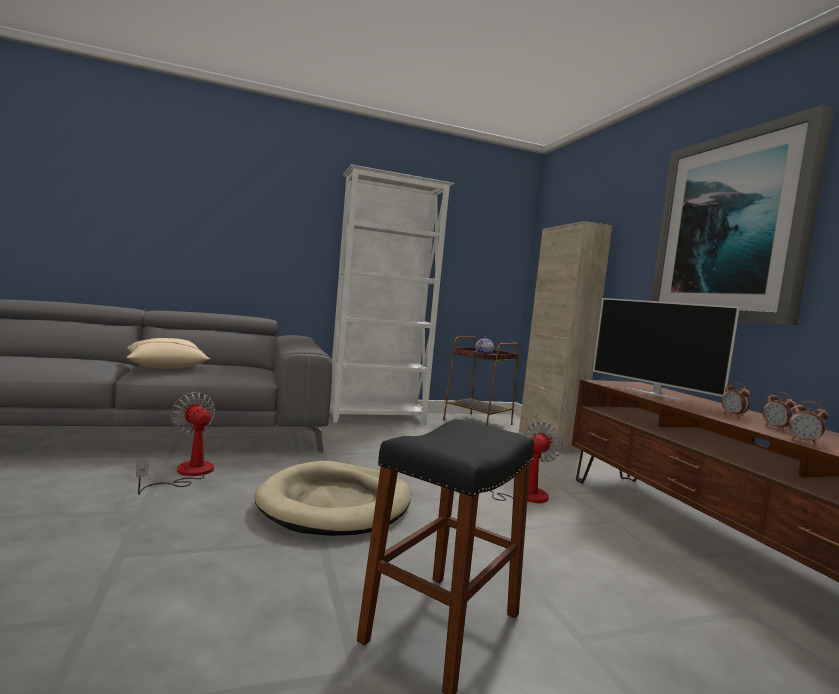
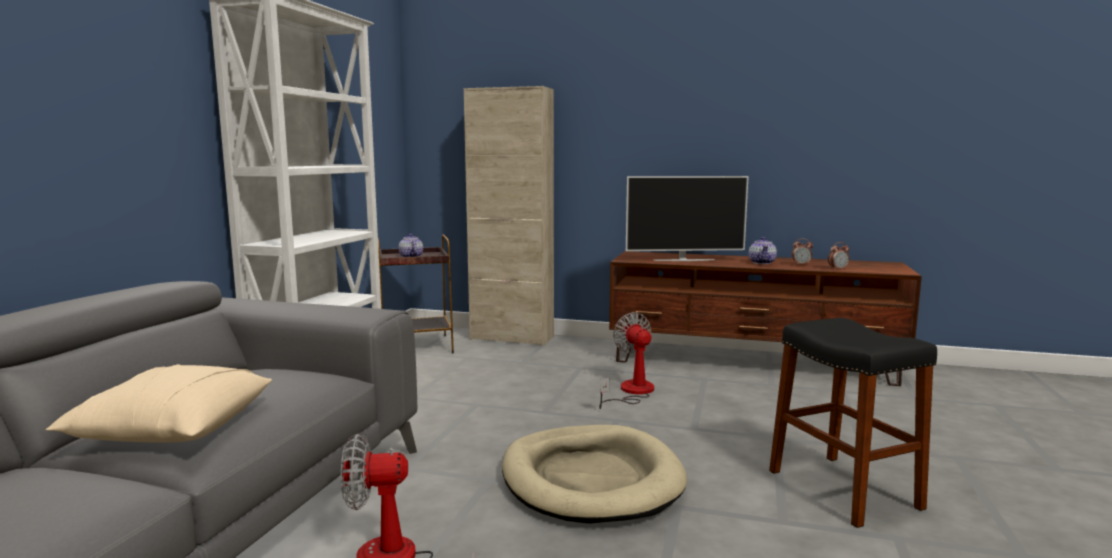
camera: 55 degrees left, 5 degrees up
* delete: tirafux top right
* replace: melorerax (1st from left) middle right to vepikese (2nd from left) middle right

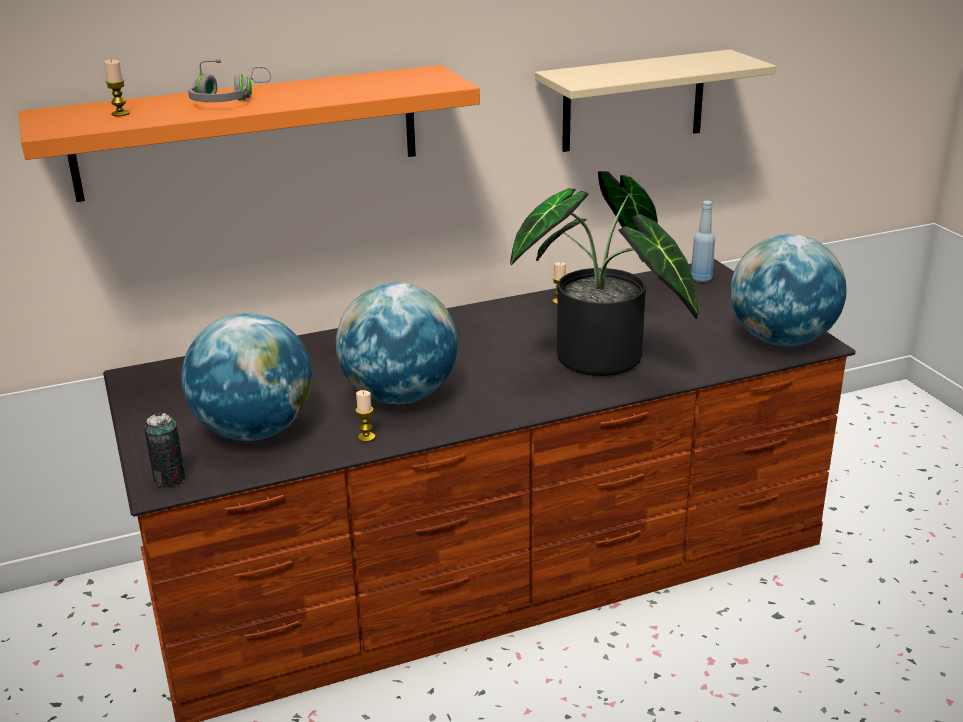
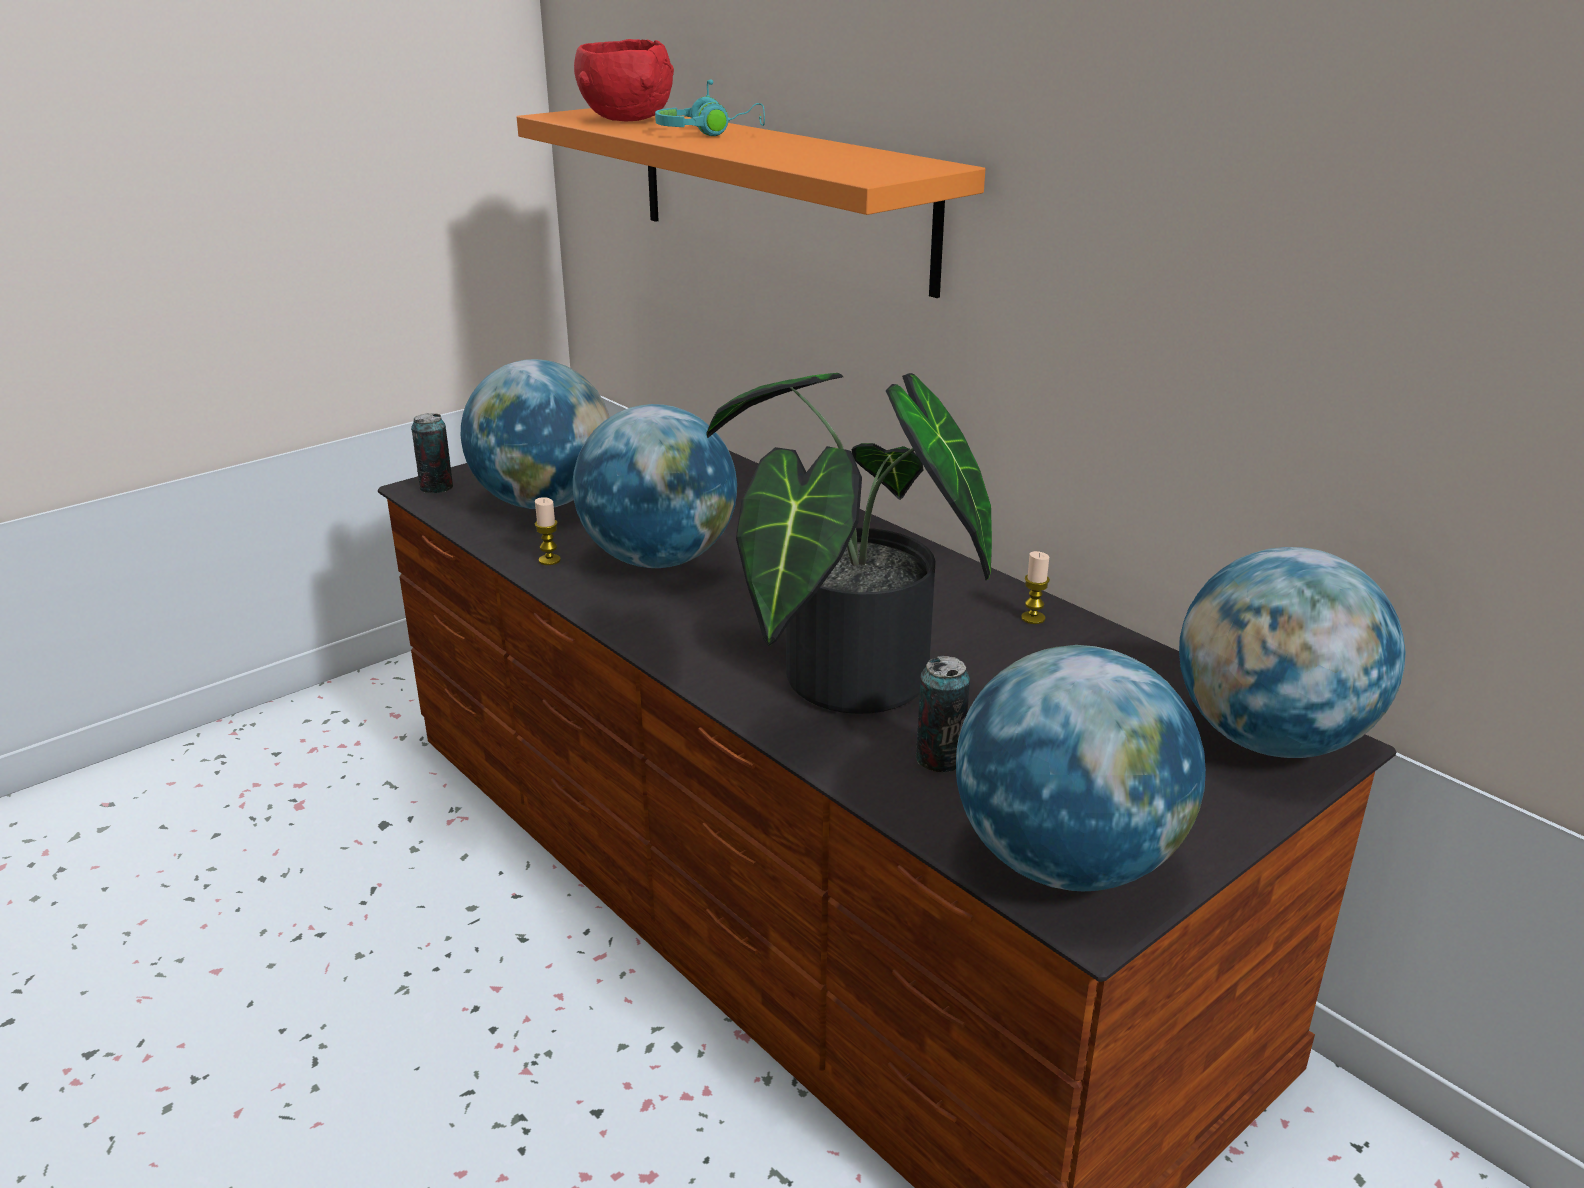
camera: 70 degrees right, 0 degrees up
* delete: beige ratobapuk top right
* recolor: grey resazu top left to turquoise resazu top centre
* replace: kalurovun (1st from left) top left to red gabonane top centre
* replace: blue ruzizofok middle right to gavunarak (4th from left) middle right
* insert: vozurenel (2nd from left) centre

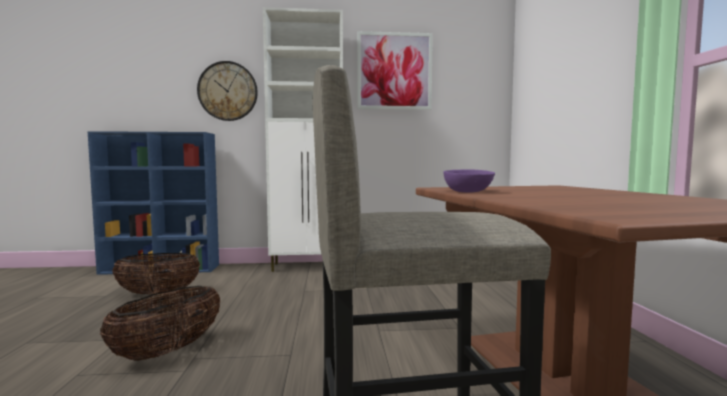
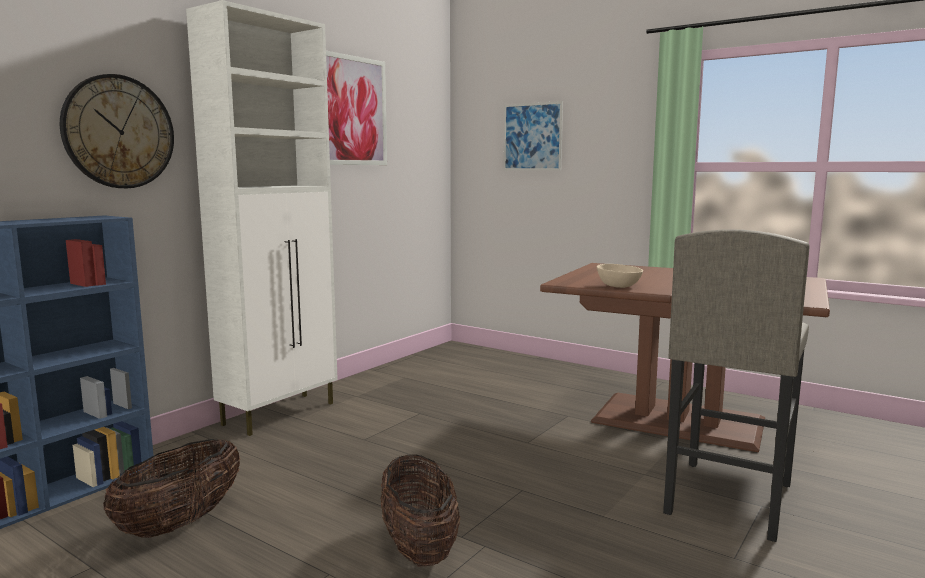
camera: 50 degrees left, 5 degrees up
* recolor: purple gabonane centre to beige gabonane middle right
* insert: tirafux (2nd from left) top centre

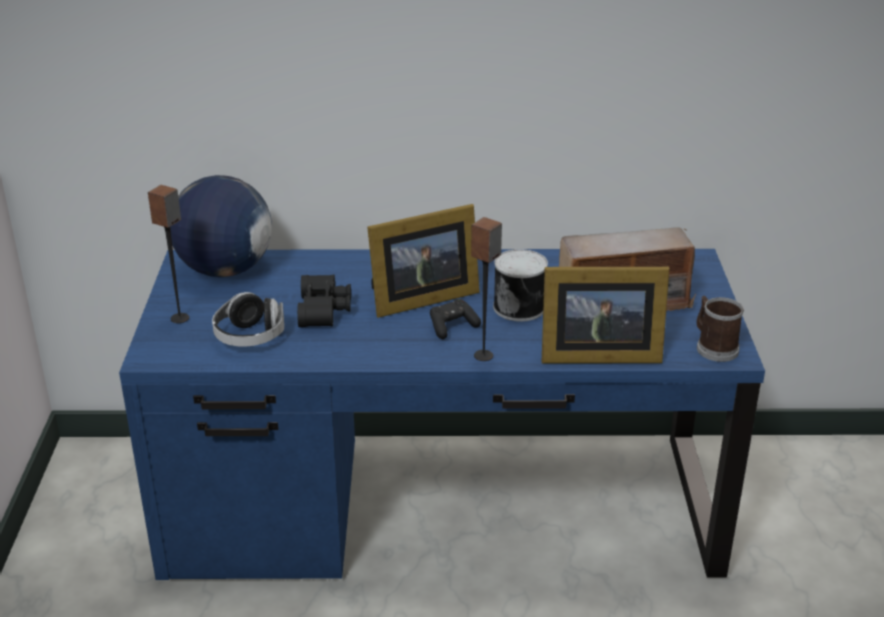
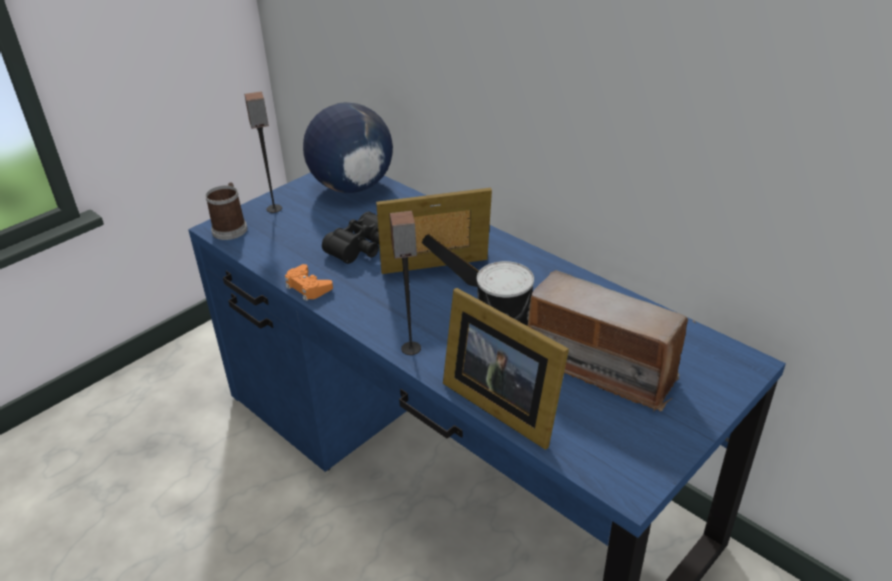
camera: 45 degrees right, 5 degrees up
* rotate: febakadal (1st from left) centre = centre 150 degrees clockwise
* delete: resazu middle left
* move: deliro middle right to middle left
* delete: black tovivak centre
* insert: orange tovivak centre

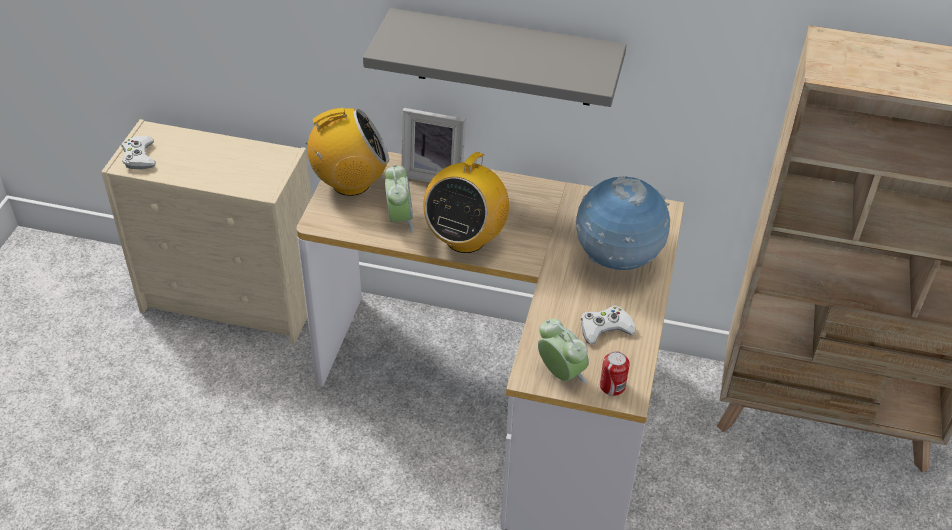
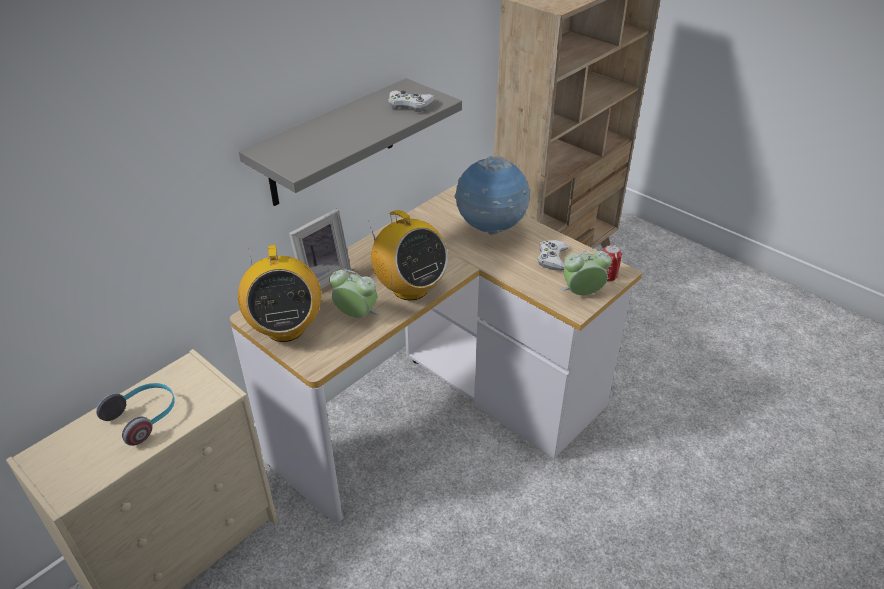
camera: 60 degrees left, 5 degrees down
* rotate: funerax (1st from left) top centre = middle left 150 degrees clockwise
* move: white tovivak (1st from left) top left to top centre
* insert: resazu bottom left

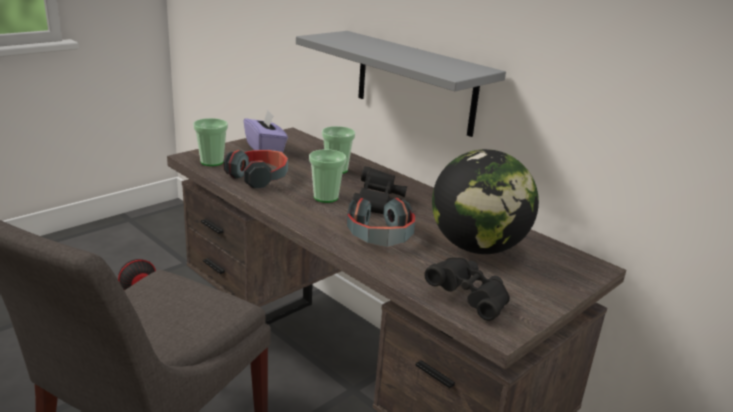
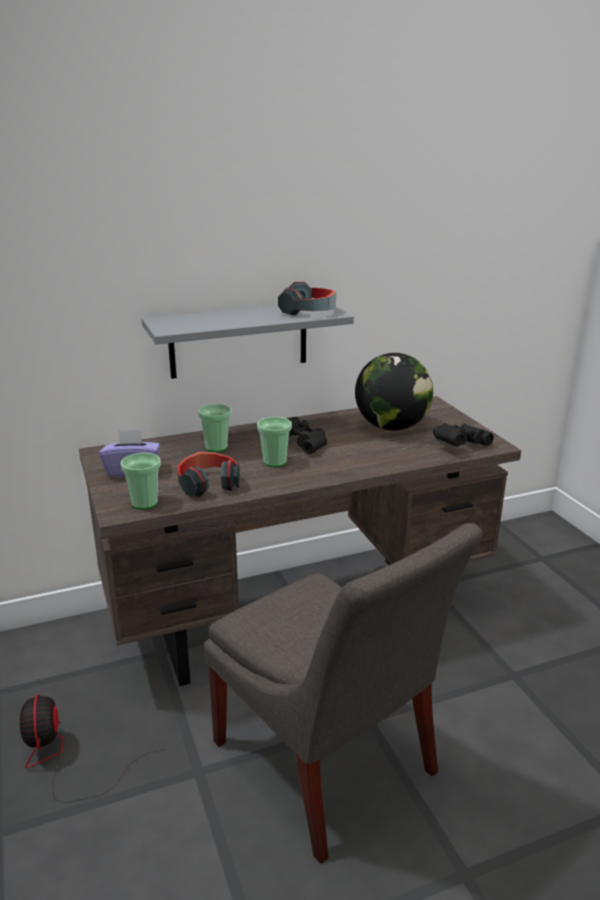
camera: 65 degrees left, 0 degrees up
* move: resazu (2nd from left) centre to top centre

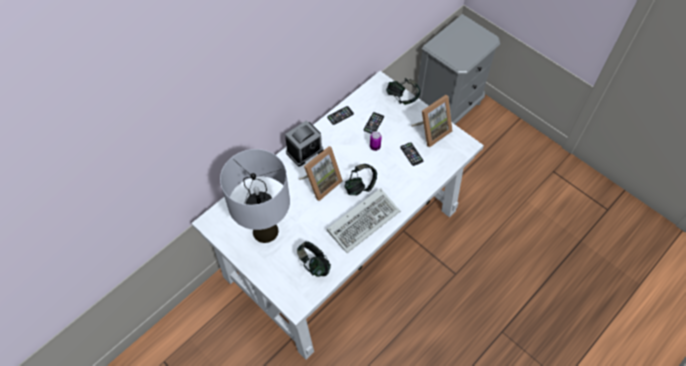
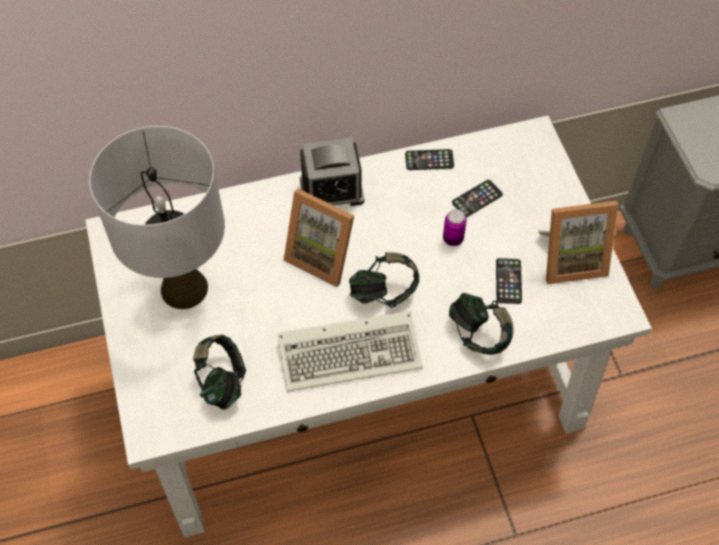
camera: 30 degrees right, 0 degrees up
* move: resazu (3rd from left) top centre to middle right
* rotate: febakadal (1st from left) centre = centre 45 degrees clockwise

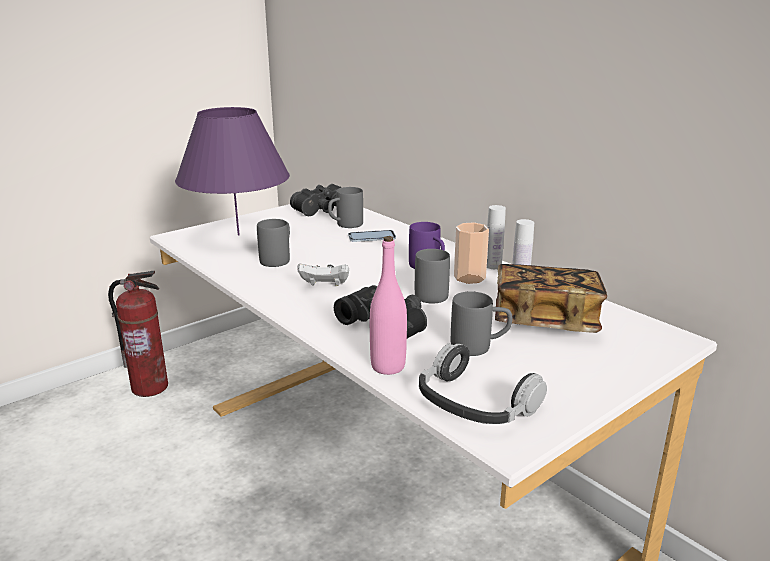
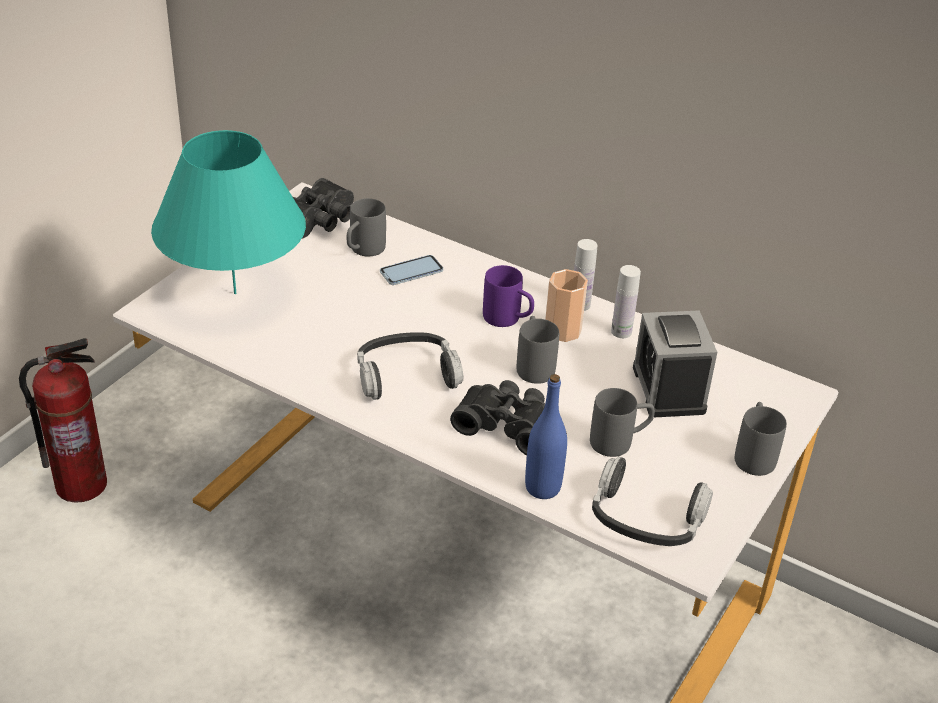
camera: 20 degrees left, 15 degrees up
* recolor: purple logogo top left to turquoise logogo top left
* move: grey deliro (1st from left in the first image) centre to grey deliro (4th from left) middle right
* recolor: pink ruzizofok centre to blue ruzizofok centre
* replace: white tovivak centre to resazu (1st from left) centre
* replace: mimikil middle right to melorerax middle right

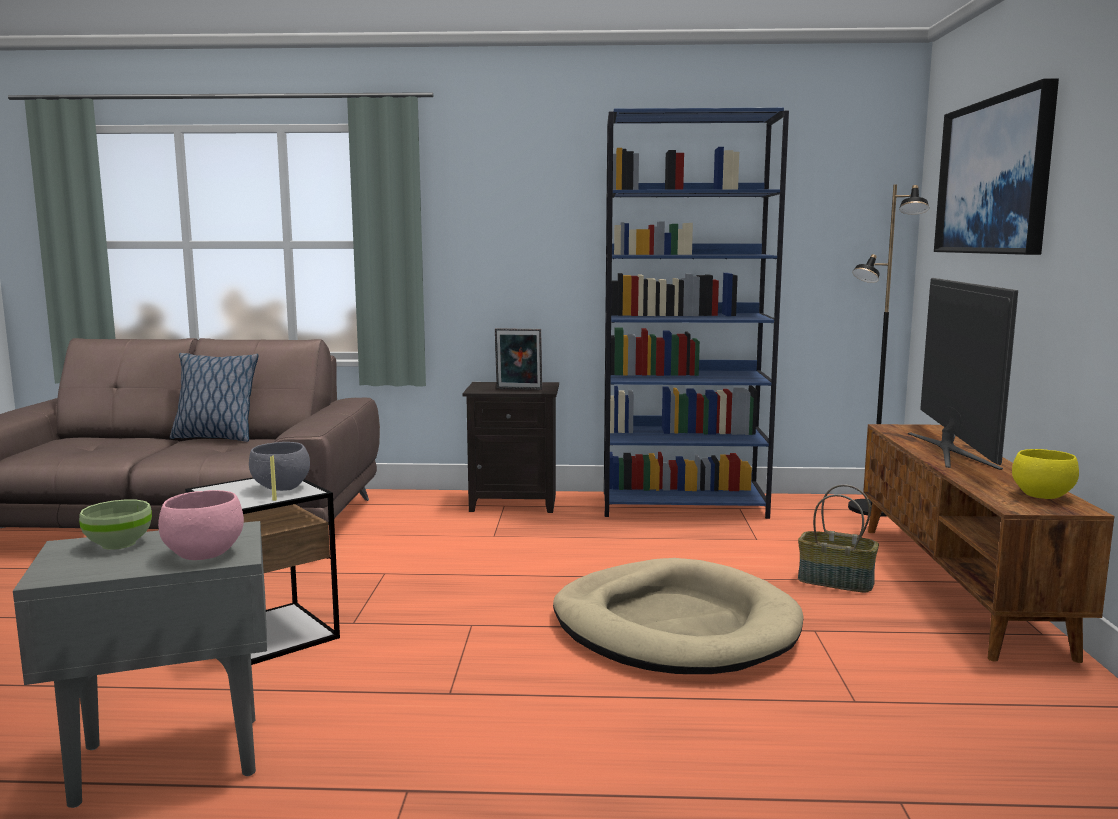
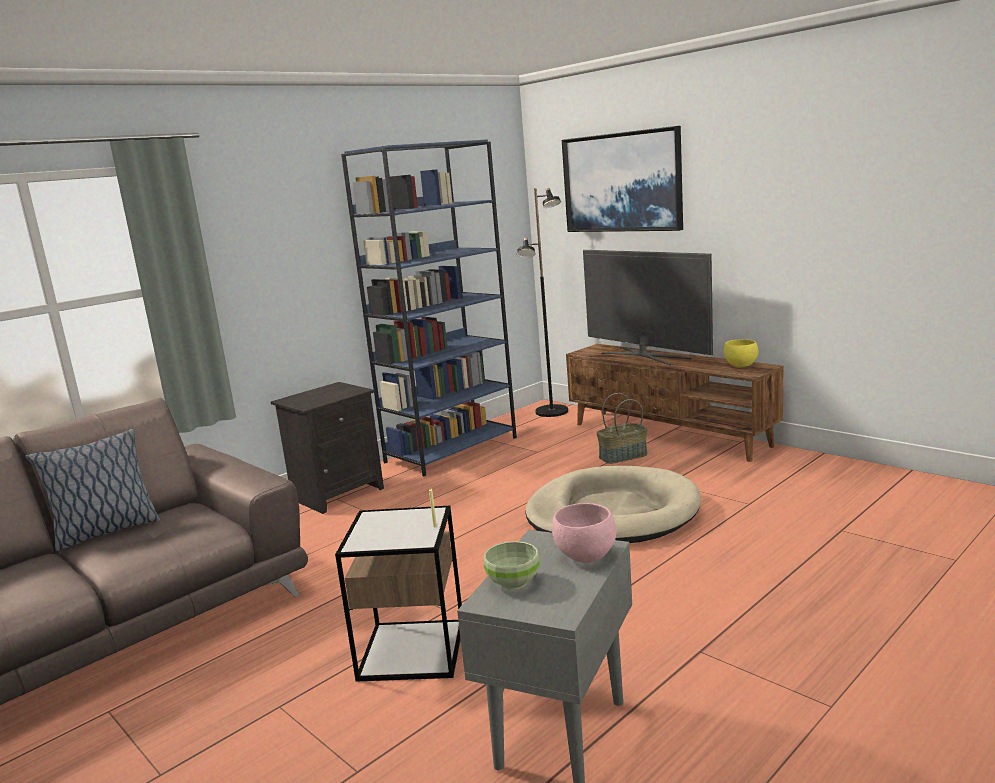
camera: 45 degrees left, 5 degrees up
* delete: febakadal centre
* delete: grey gabonane middle left

